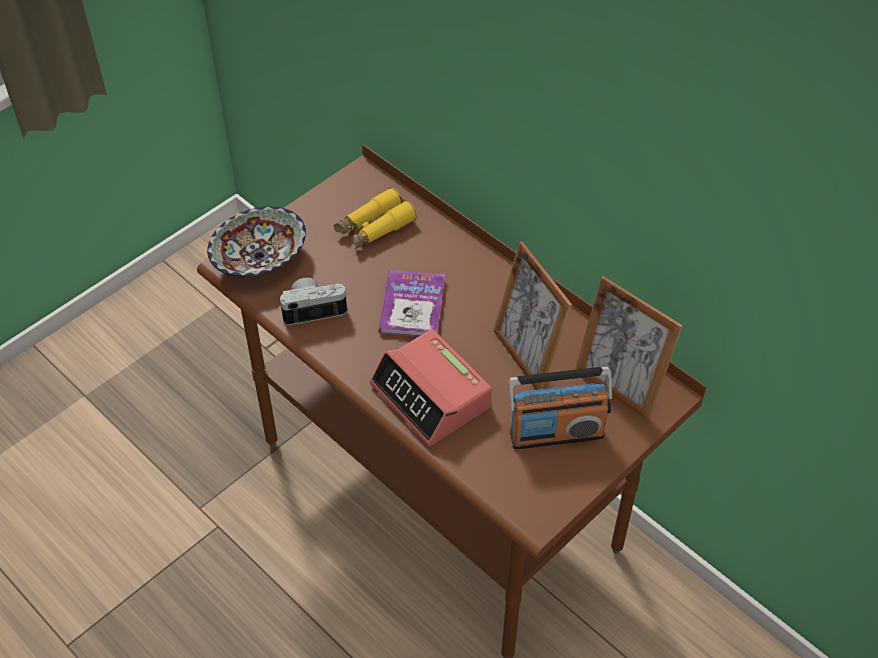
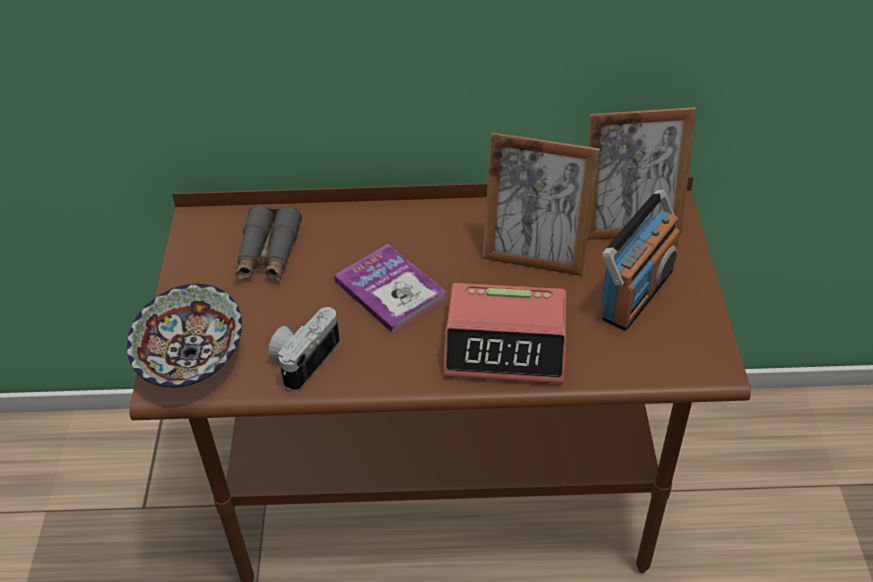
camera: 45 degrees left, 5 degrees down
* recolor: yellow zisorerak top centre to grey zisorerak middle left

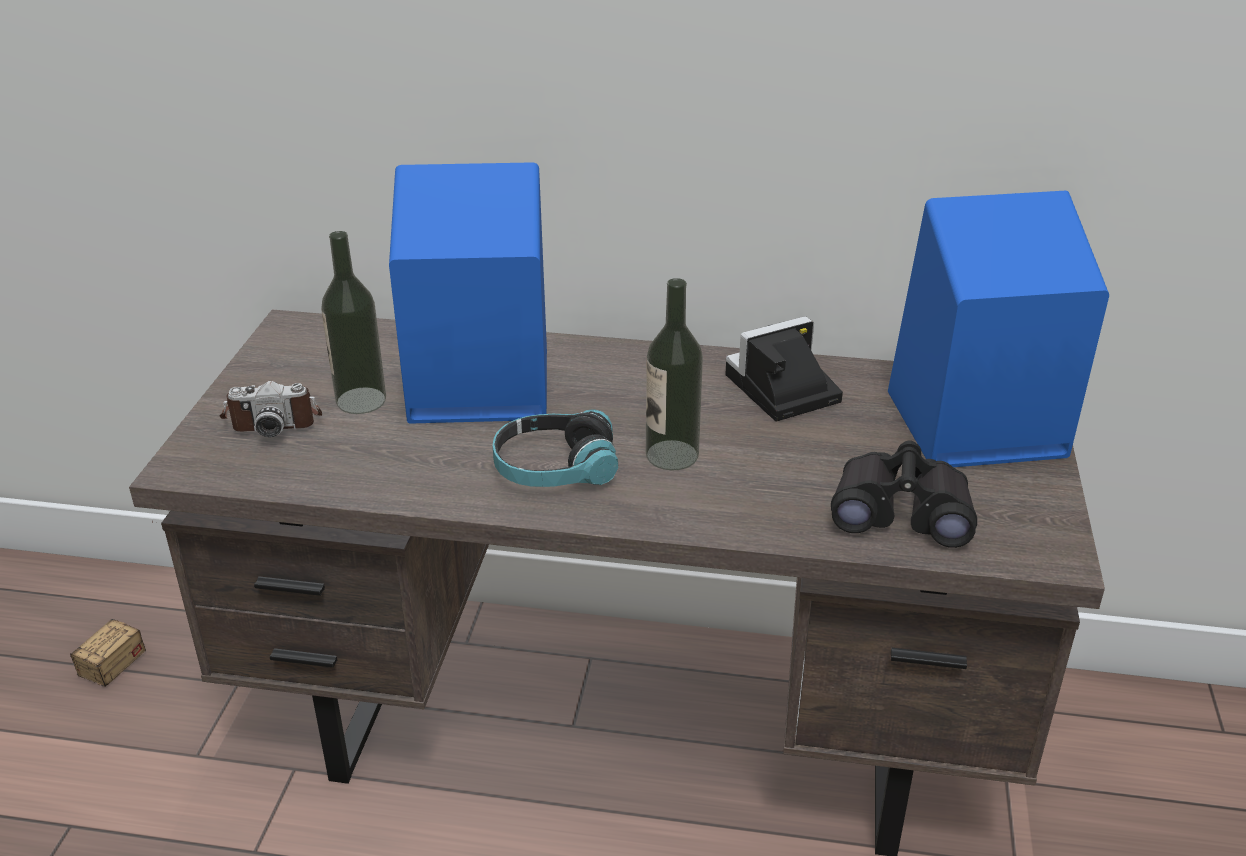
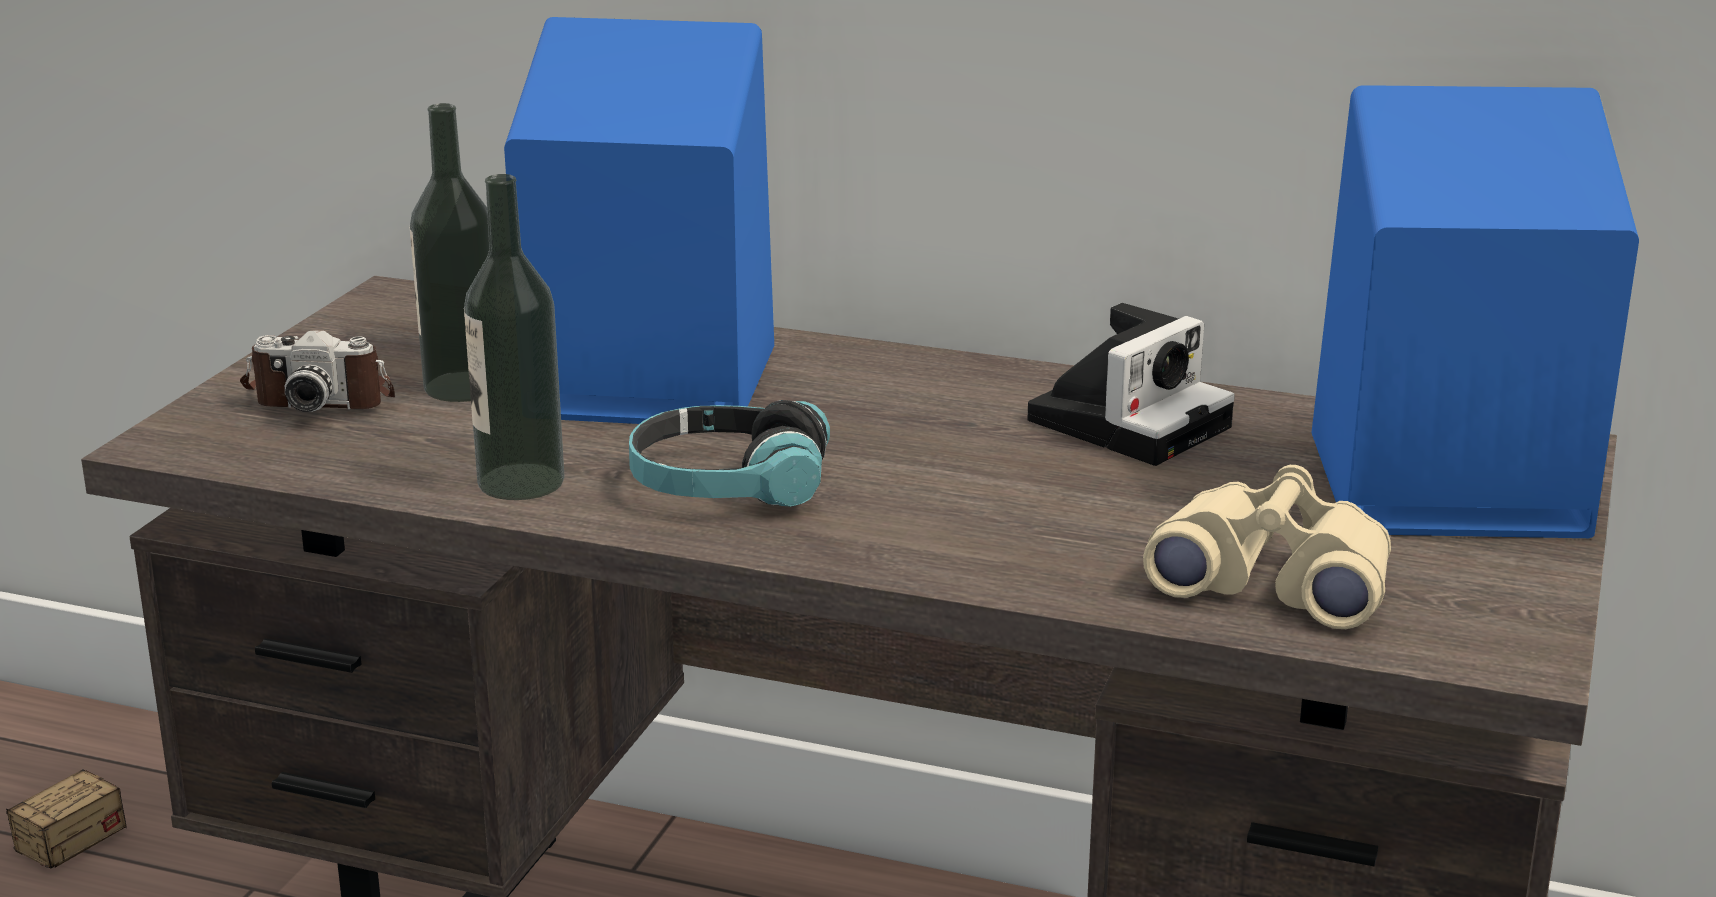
camera: 10 degrees right, 10 degrees down
* move: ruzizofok (2nd from left) centre to middle left
* rotate: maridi (2nd from left) centre = centre 150 degrees clockwise
* recolor: black zisorerak middle right to beige zisorerak middle right

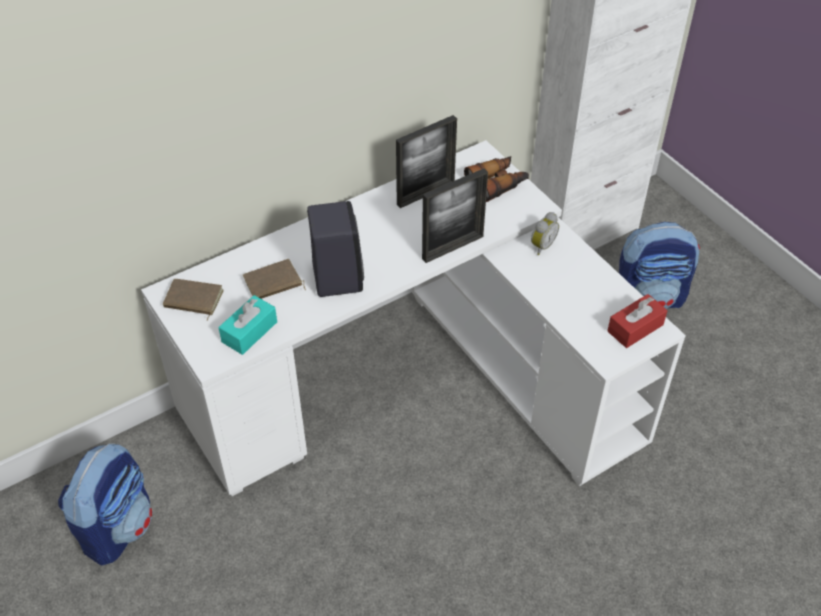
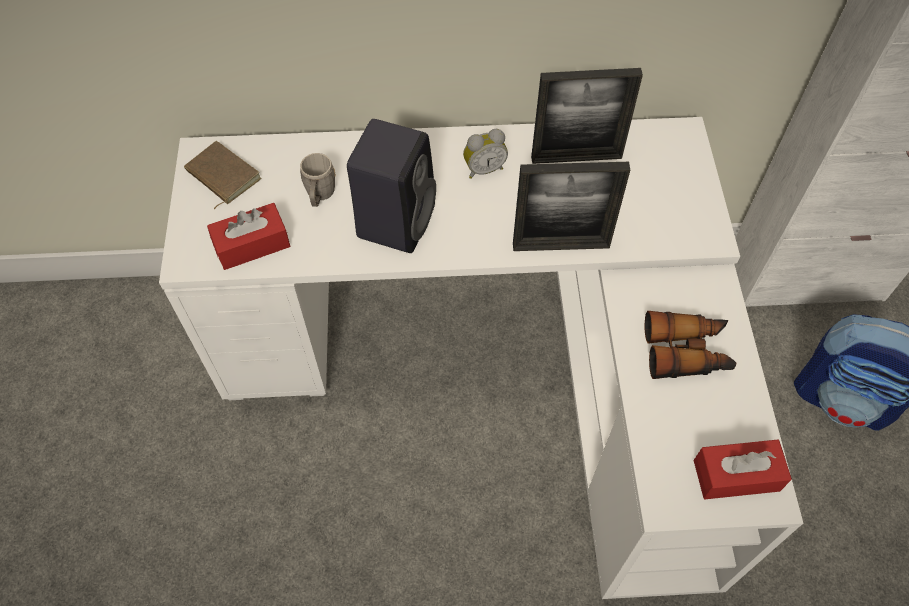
camera: 30 degrees right, 10 degrees up
* move: zisorerak top centre to middle right
* move: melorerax centre to top centre
* replace: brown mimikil (2nd from left) centre to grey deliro top centre
* recolor: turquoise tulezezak middle left to red tulezezak (1st from left) middle left
* delete: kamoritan (1st from left) bottom left

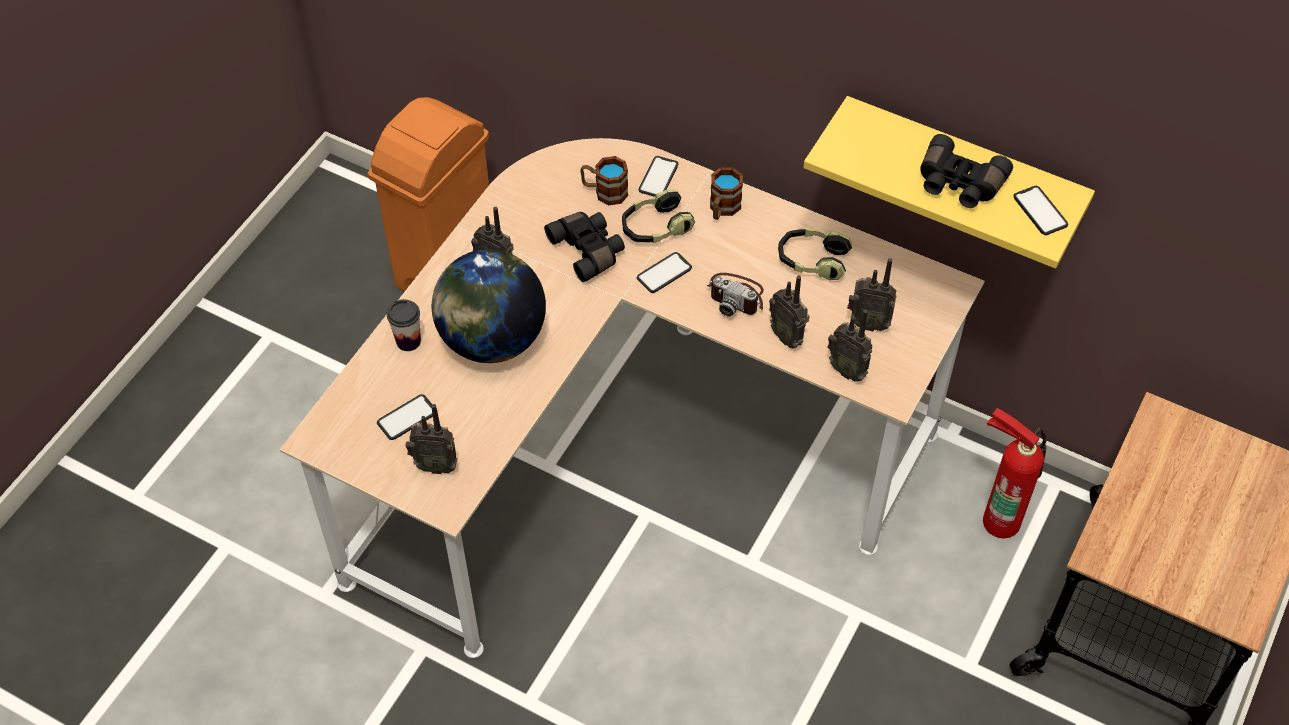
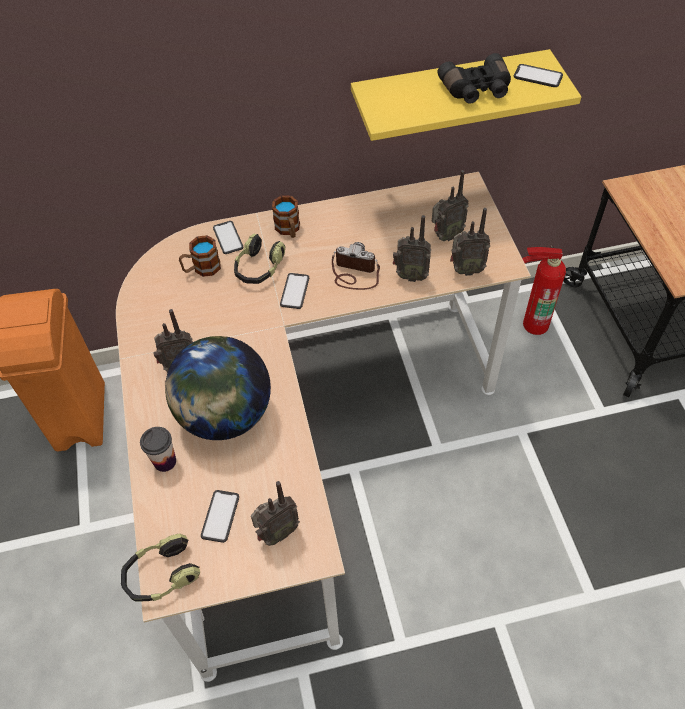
camera: 40 degrees left, 0 degrees up
* delete: black zisorerak (1st from left) centre
* move: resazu (2nd from left in the first image) centre to resazu (1st from left) bottom left
* rotate: maridi centre = centre 150 degrees counterclockwise

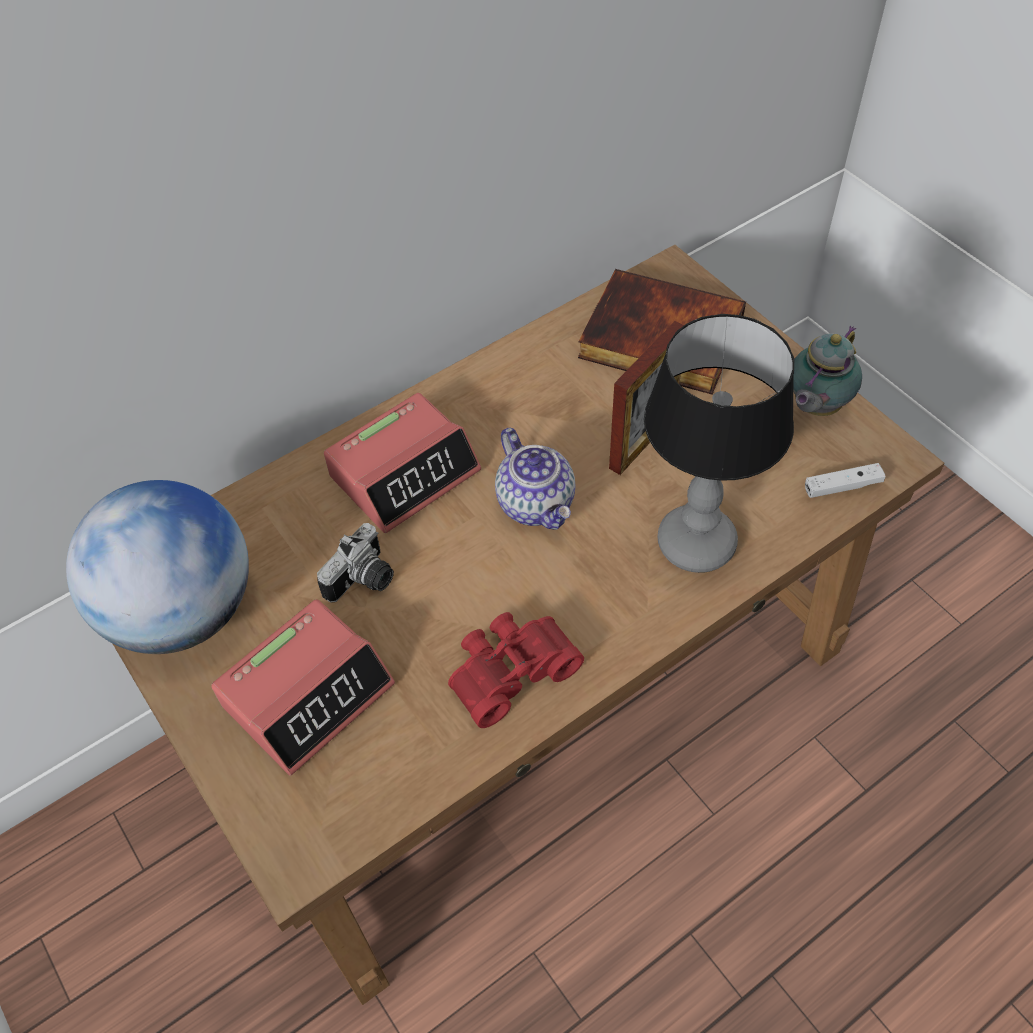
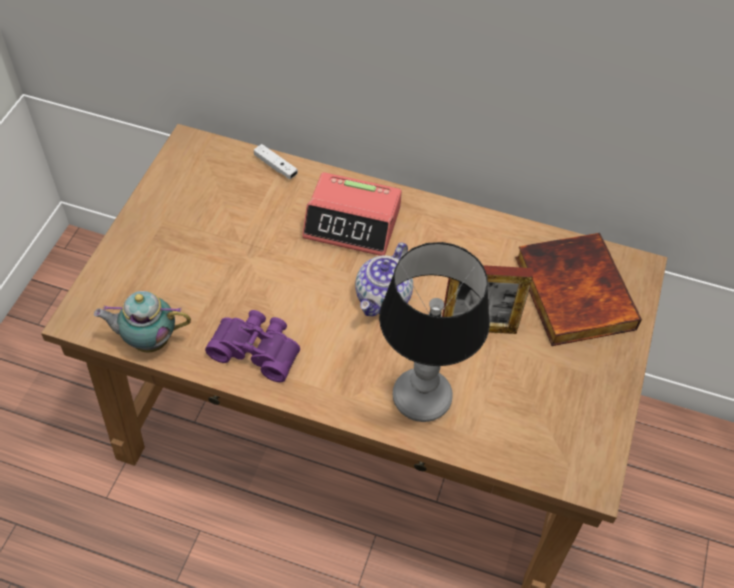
camera: 50 degrees right, 0 degrees up
* move: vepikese (2nd from left in the first image) middle right to vepikese (1st from left) middle left
* move: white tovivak middle right to top centre
* delete: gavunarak middle left
* delete: maridi centre
* delete: melorerax (1st from left) middle left
* recolor: red zisorerak centre to purple zisorerak centre

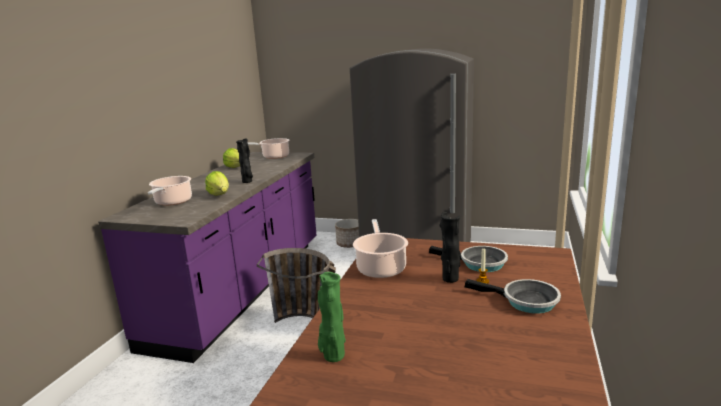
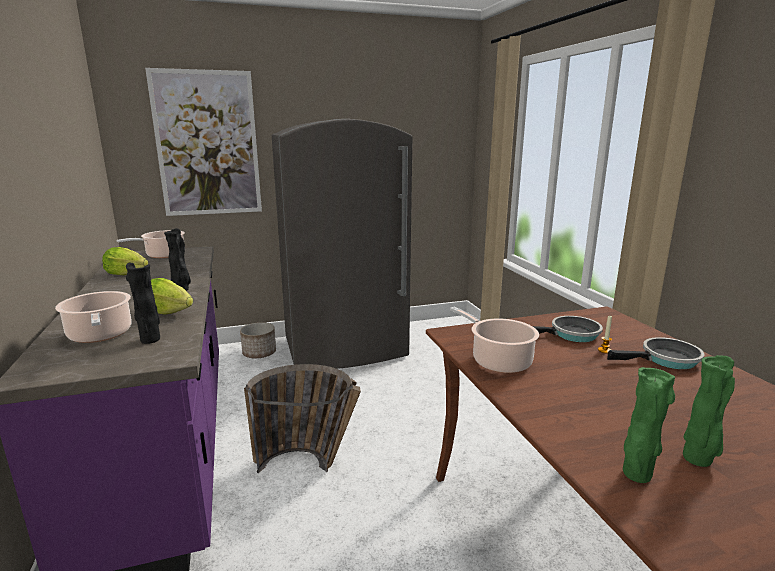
camera: 35 degrees left, 0 degrees up
* move: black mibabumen (2nd from left in the first image) centre to black mibabumen (1st from left) middle left
* insert: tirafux top left
* insert: green mibabumen (2nd from left) bottom right

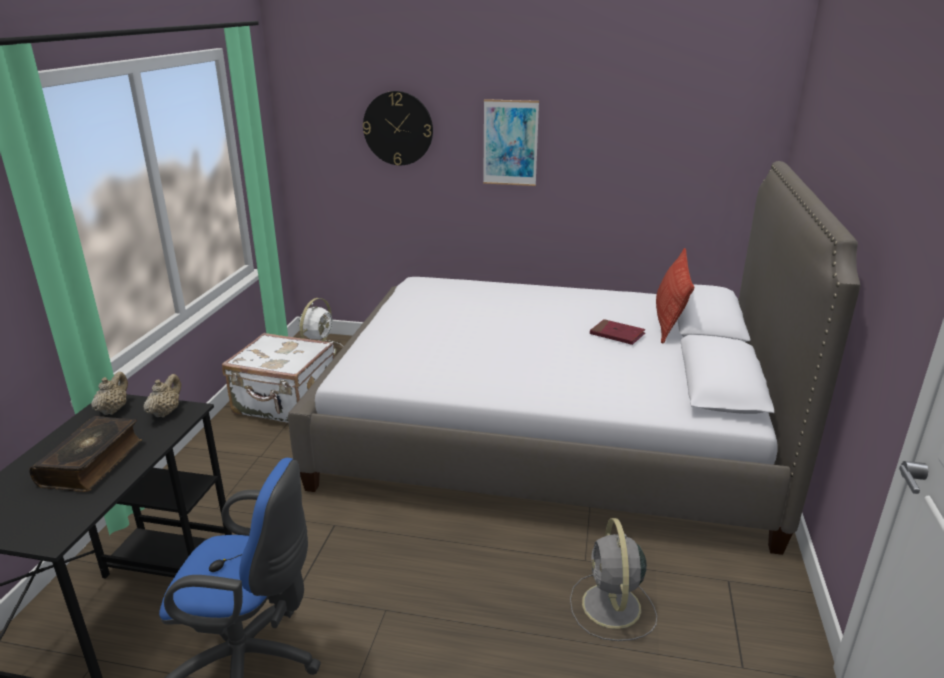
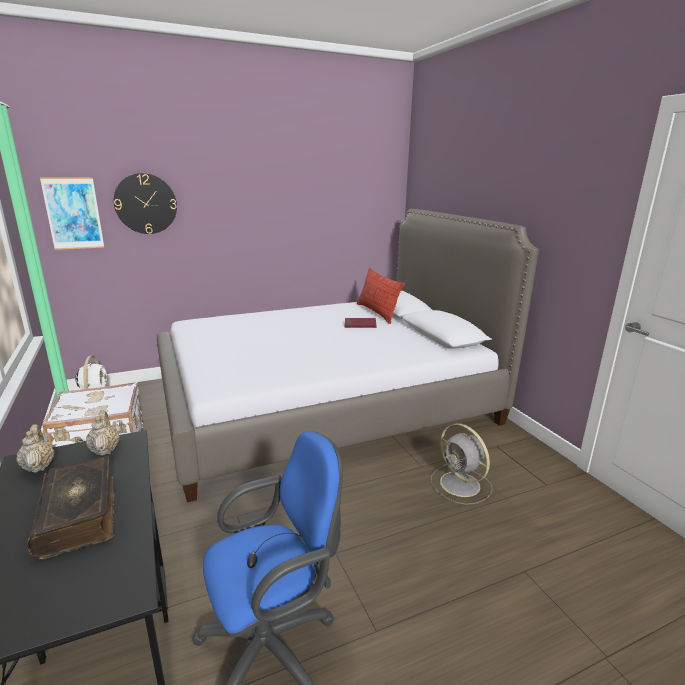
camera: 35 degrees left, 5 degrees down
* move: tirafux top centre to top left

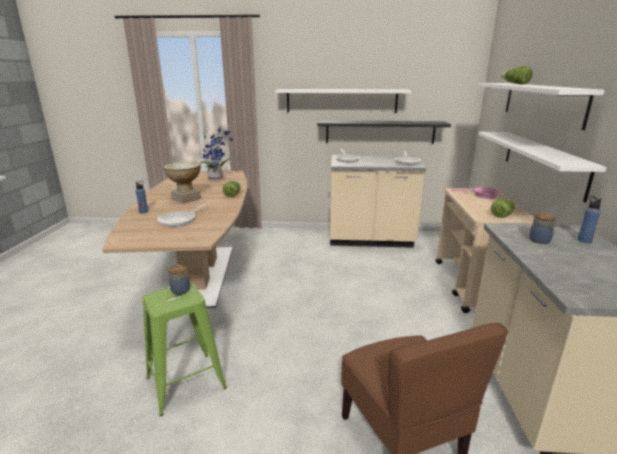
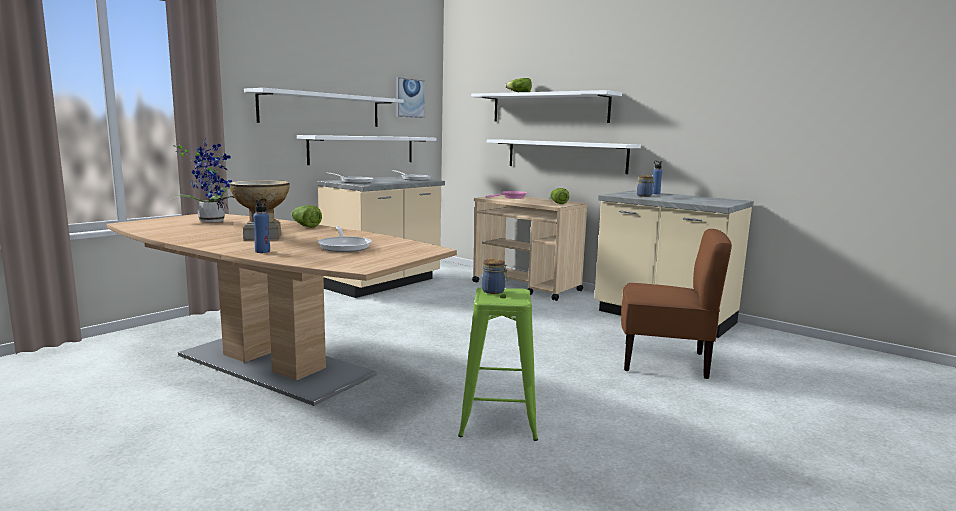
camera: 55 degrees left, 10 degrees down
* recolor: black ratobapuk top centre to white ratobapuk (2nd from left) top centre
* insert: tirafux top centre

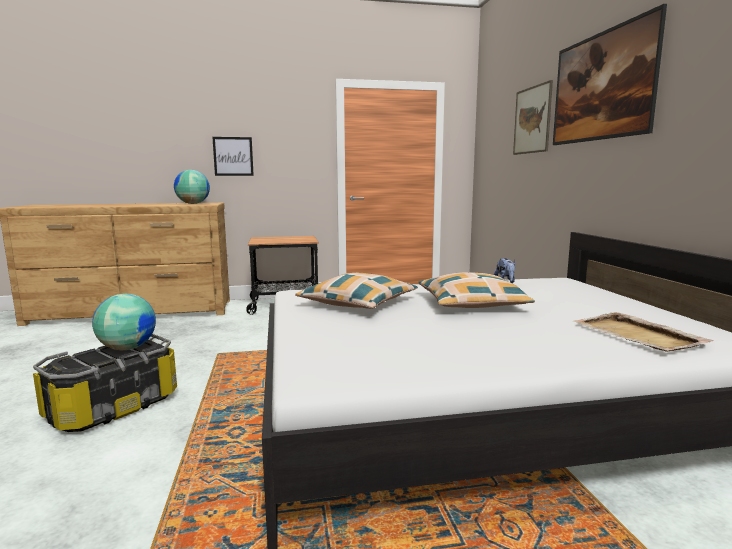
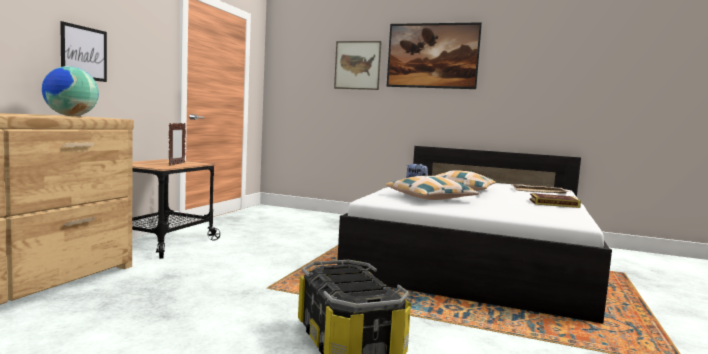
camera: 60 degrees left, 5 degrees down
* delete: gavunarak (1st from left) middle left
* insert: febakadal middle left
* insert: mimikil middle right

